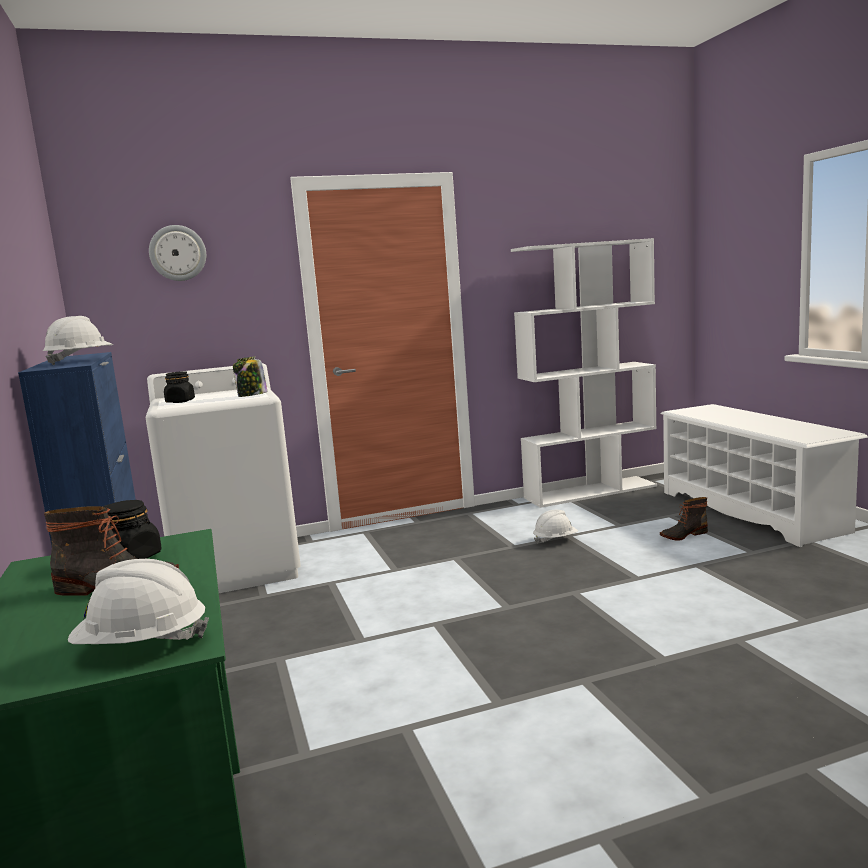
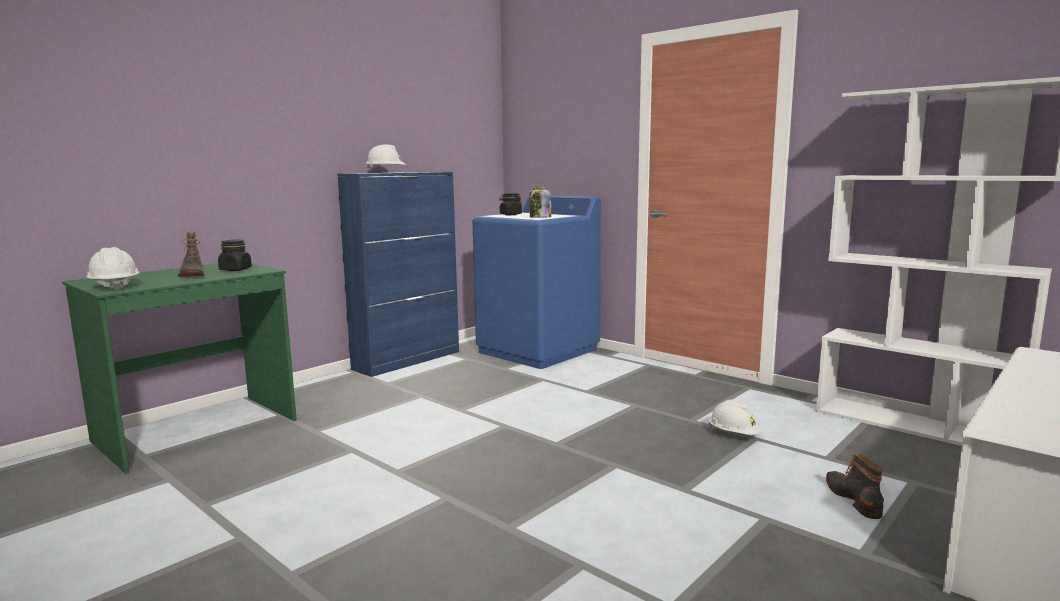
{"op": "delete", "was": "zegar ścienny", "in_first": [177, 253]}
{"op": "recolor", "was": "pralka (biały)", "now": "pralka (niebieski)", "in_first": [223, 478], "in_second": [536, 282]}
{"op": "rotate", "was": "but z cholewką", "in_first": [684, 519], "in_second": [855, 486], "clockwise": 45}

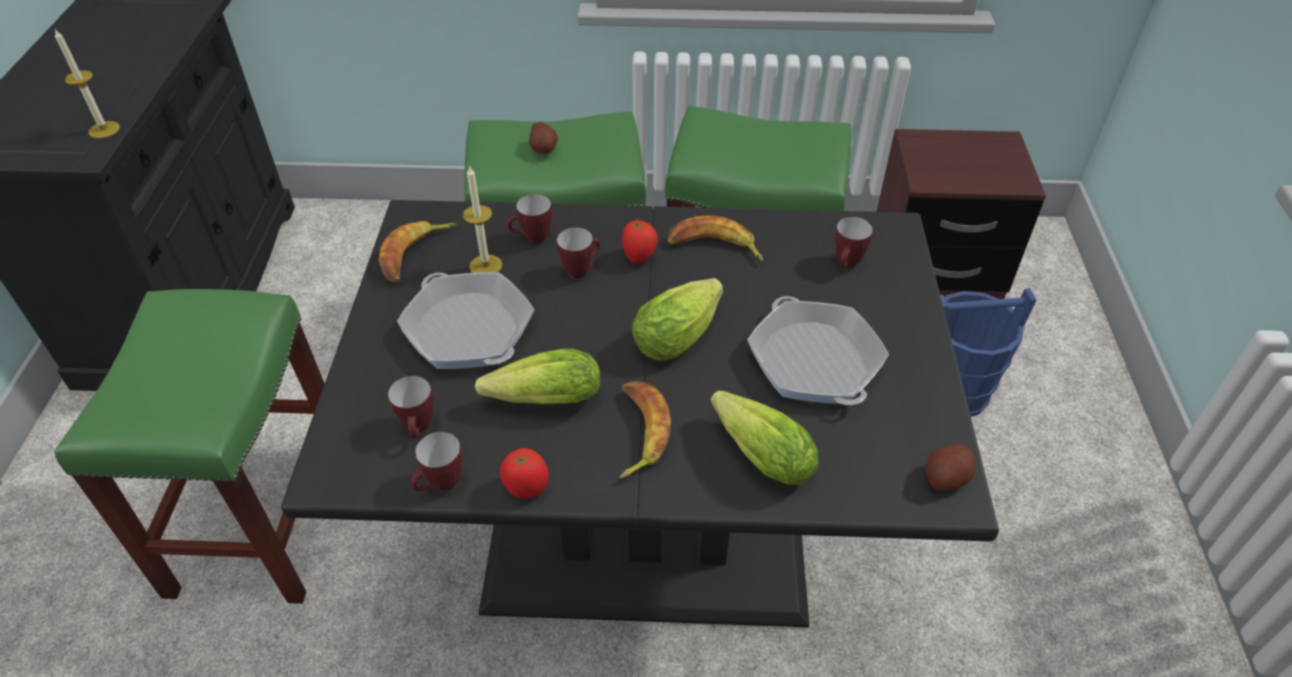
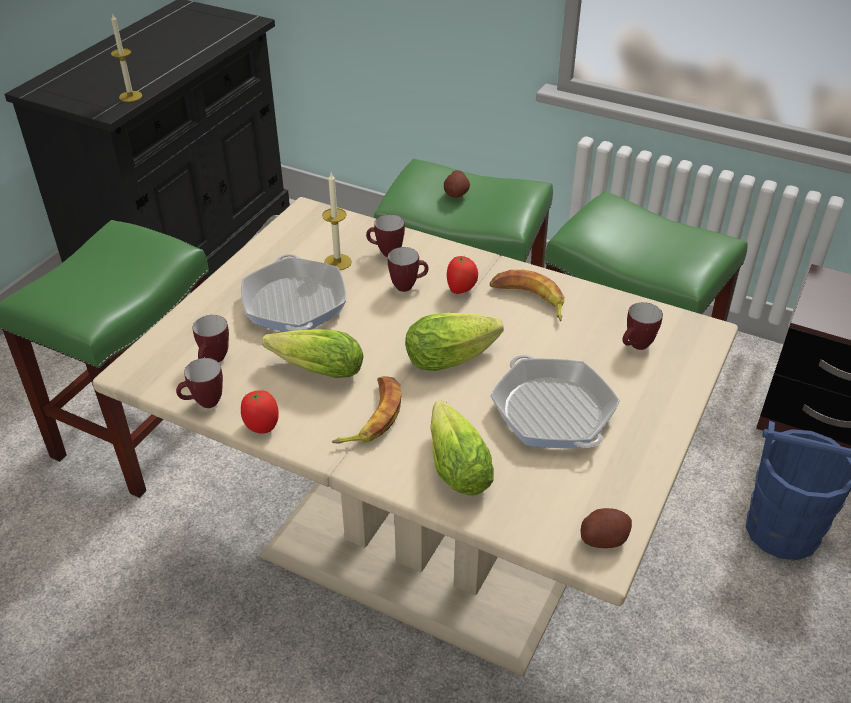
{"op": "recolor", "was": "stół jadalny (czarny)", "now": "stół jadalny (beżowy)", "in_first": [640, 413], "in_second": [415, 436]}
{"op": "delete", "was": "banan", "in_first": [417, 252]}
{"op": "rotate", "was": "patelnia", "in_first": [818, 350], "in_second": [555, 401], "clockwise": 150}

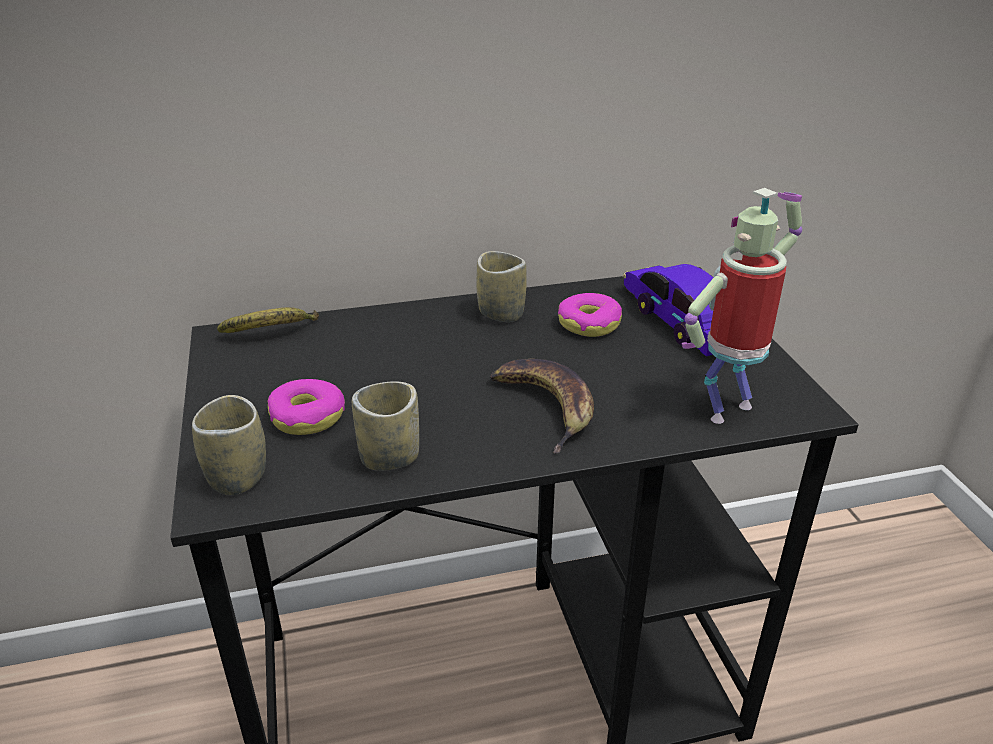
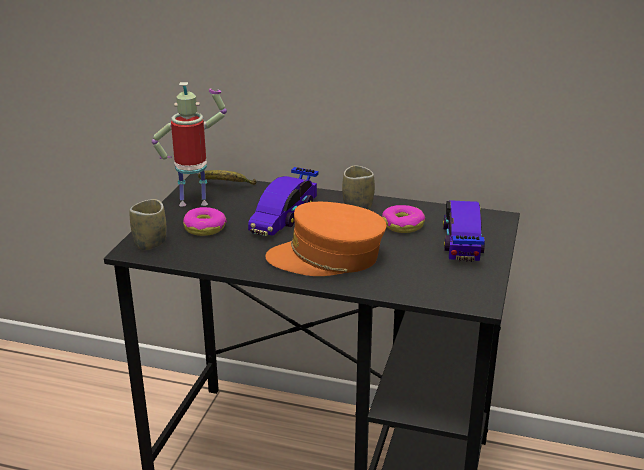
{"op": "move", "was": "robot zabawkowy", "in_first": [742, 306], "in_second": [189, 144]}
{"op": "replace", "was": "banan", "now": "czapka z daszkiem (pomarańczowy)", "in_first": [542, 406], "in_second": [326, 239]}
{"op": "delete", "was": "filiżanka", "in_first": [385, 426]}
{"op": "insert", "now": "samochodzik", "in_second": [283, 201]}

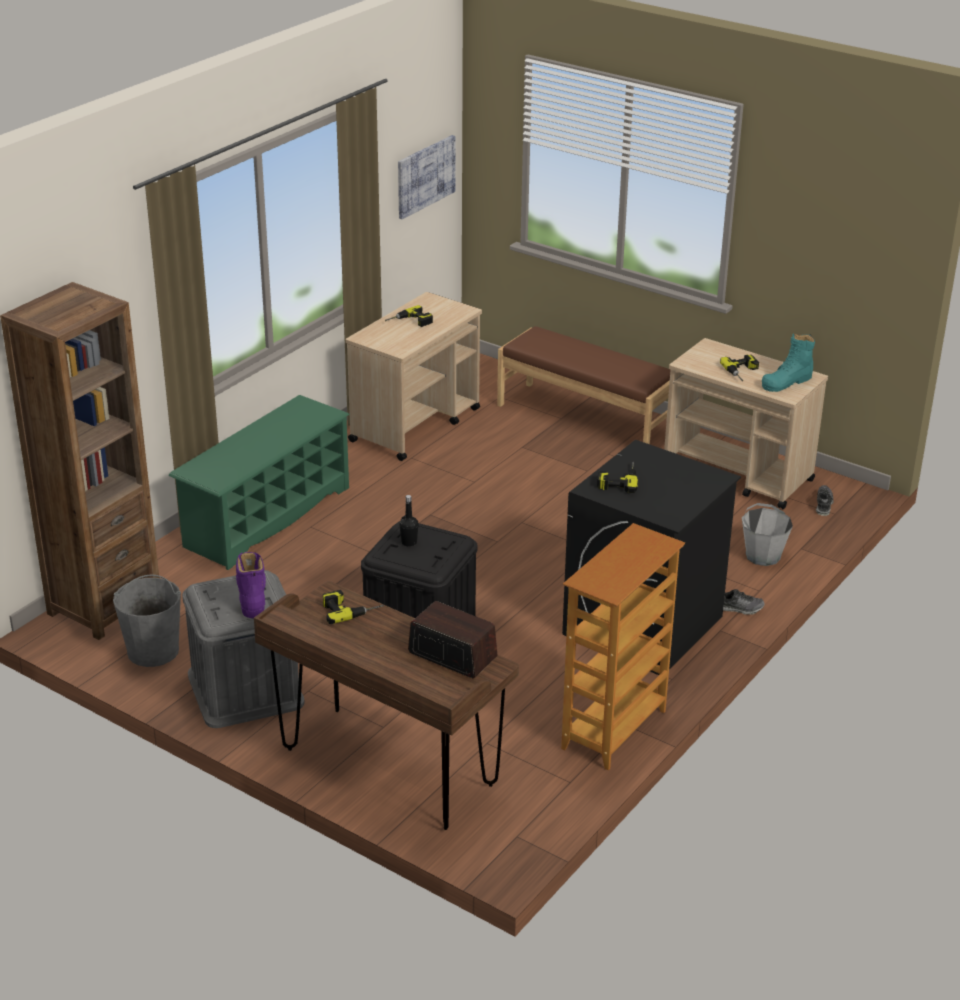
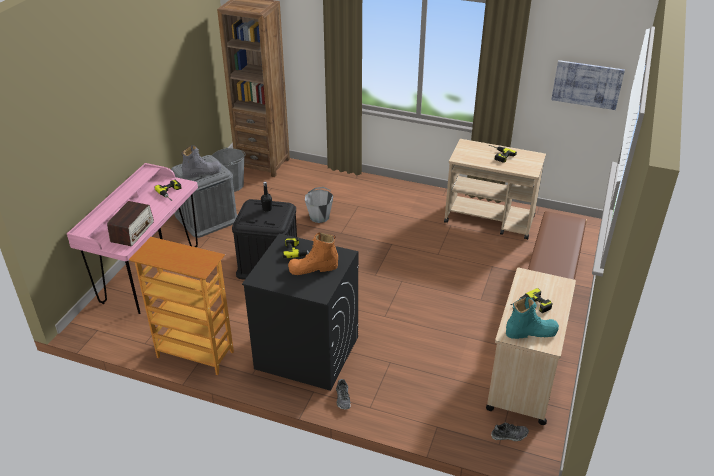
{"op": "rotate", "was": "but z cholewką (turkusowy)", "in_first": [788, 362], "in_second": [532, 318], "clockwise": 135}
{"op": "delete", "was": "regał na buty (zielony)", "in_first": [259, 482]}
{"op": "move", "was": "wiadro (szary)", "in_first": [767, 534], "in_second": [319, 205]}
{"op": "recolor", "was": "but z cholewką (fioletowy)", "now": "but z cholewką (szary)", "in_first": [251, 585], "in_second": [201, 162]}
{"op": "recolor", "was": "biurko (brązowy)", "now": "biurko (różowy)", "in_first": [386, 705], "in_second": [132, 238]}
{"op": "insert", "now": "but z cholewką (pomarańczowy)", "in_second": [313, 253]}

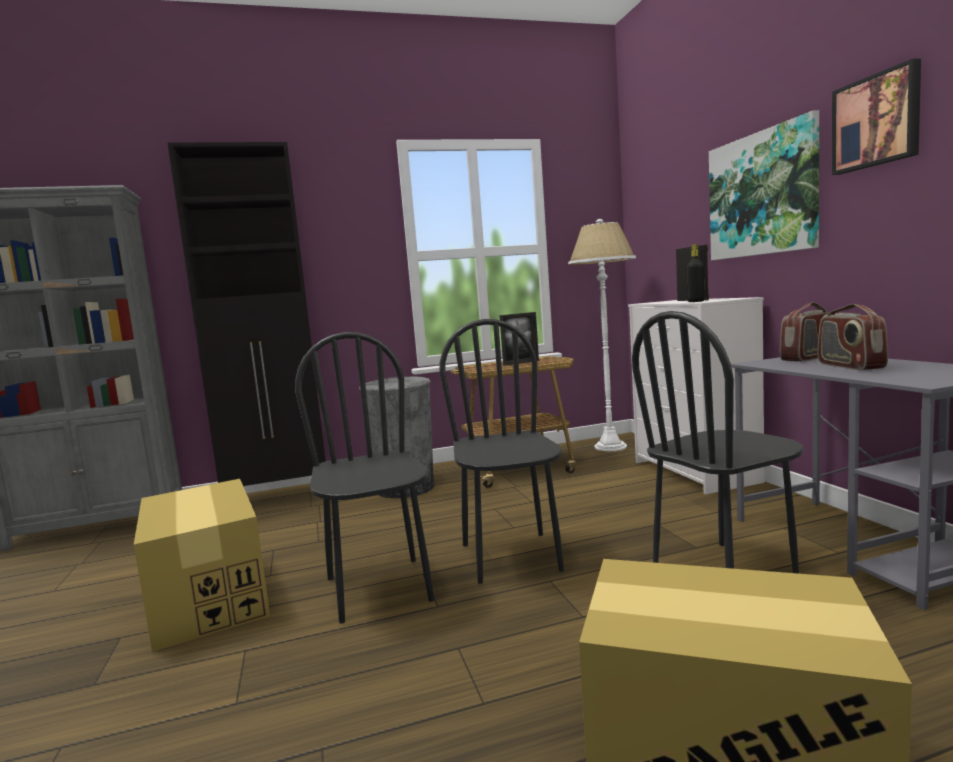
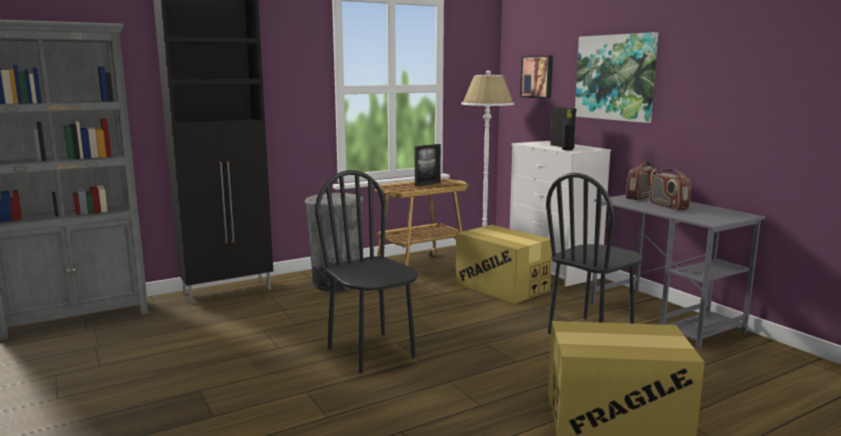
{"op": "move", "was": "obraz", "in_first": [876, 116], "in_second": [536, 77]}
{"op": "delete", "was": "krzesło (czarny)", "in_first": [501, 451]}
{"op": "move", "was": "karton", "in_first": [202, 565], "in_second": [503, 264]}

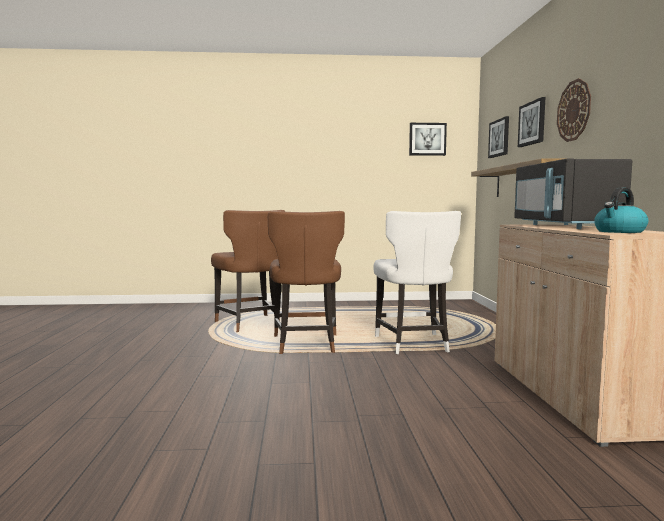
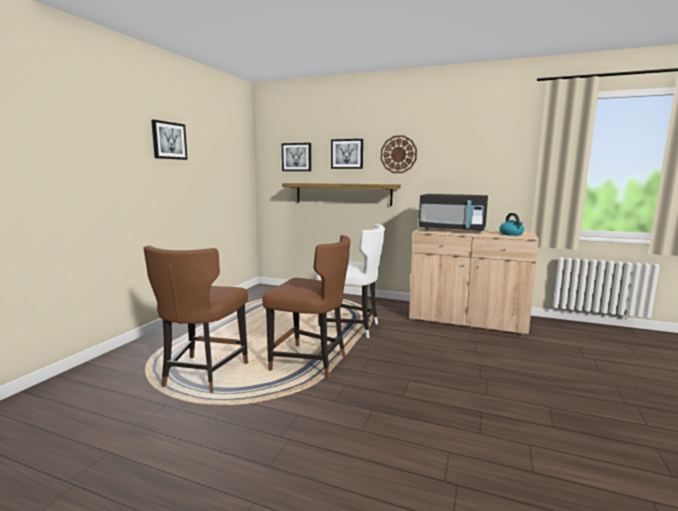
{"op": "move", "was": "obraz", "in_first": [428, 139], "in_second": [169, 140]}
{"op": "rotate", "was": "krzesło (brązowy)", "in_first": [248, 271], "in_second": [196, 319], "clockwise": 105}

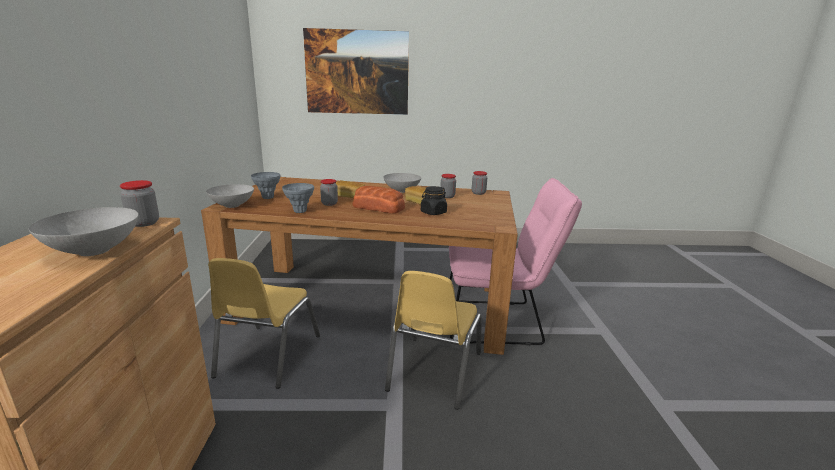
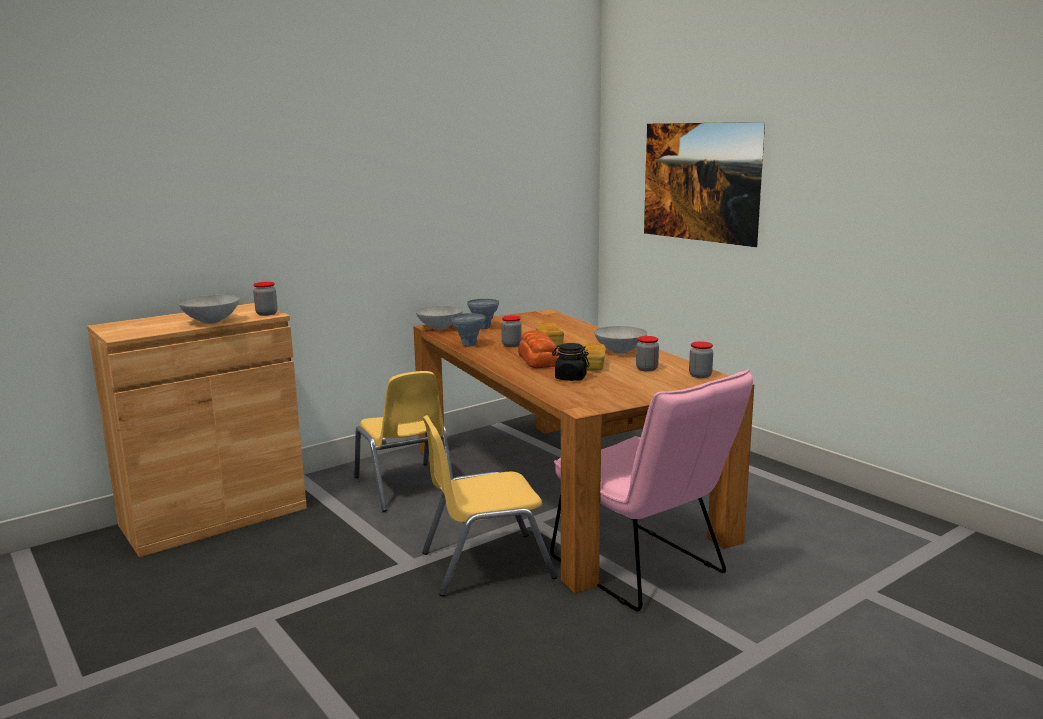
{"op": "rotate", "was": "krzesło (żółty)", "in_first": [264, 323], "in_second": [403, 441], "clockwise": -90}

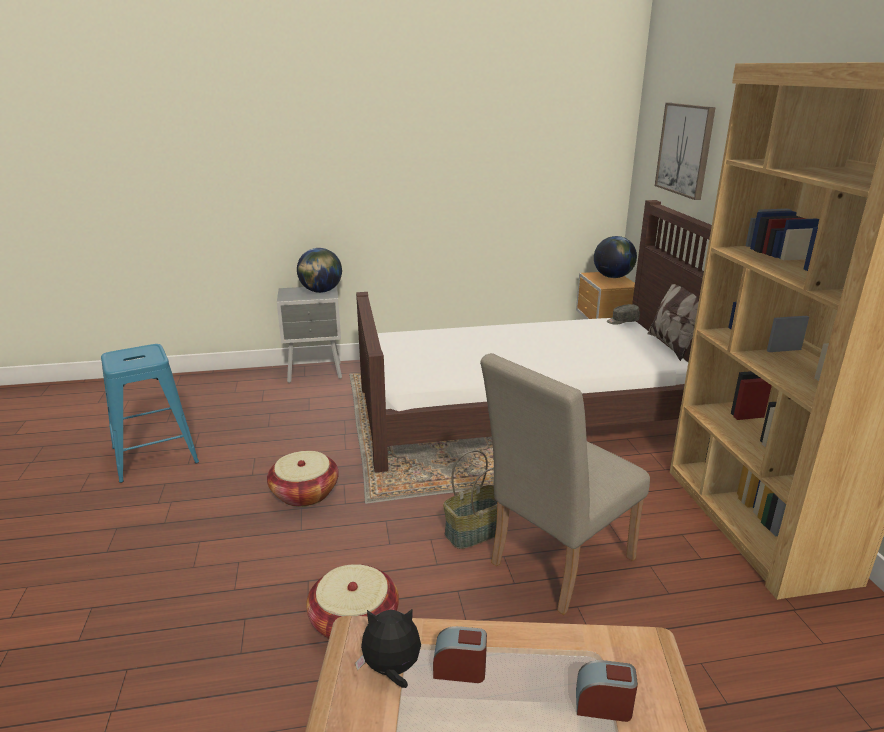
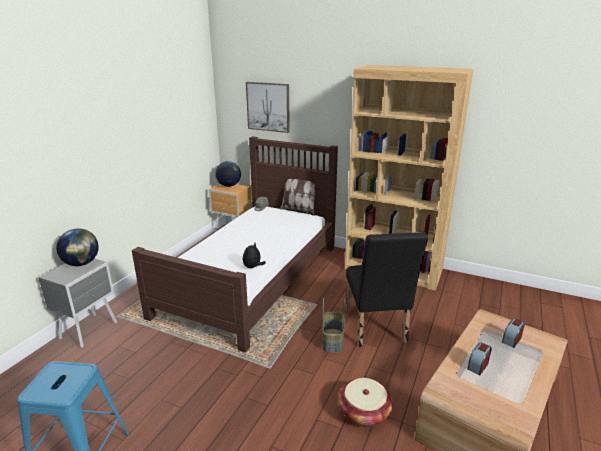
{"op": "recolor", "was": "krzesło (beżowy)", "now": "krzesło (czarny)", "in_first": [565, 484], "in_second": [387, 289]}
{"op": "delete", "was": "koszyk", "in_first": [303, 479]}
{"op": "move", "was": "pluszak", "in_first": [388, 648], "in_second": [254, 255]}

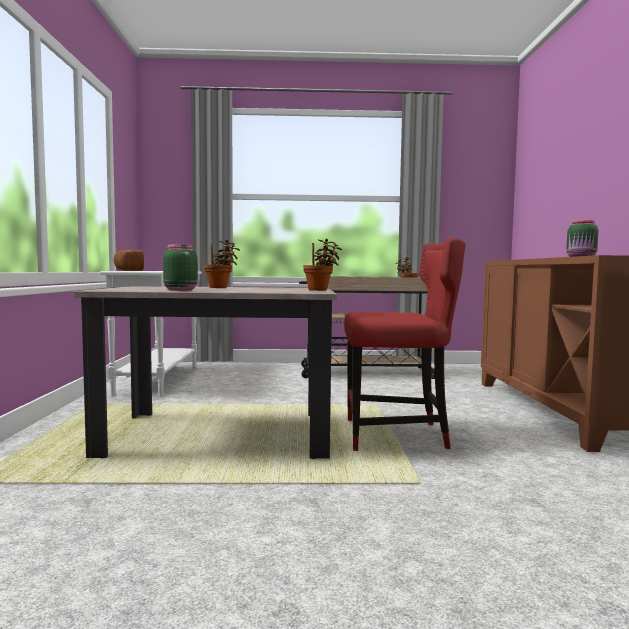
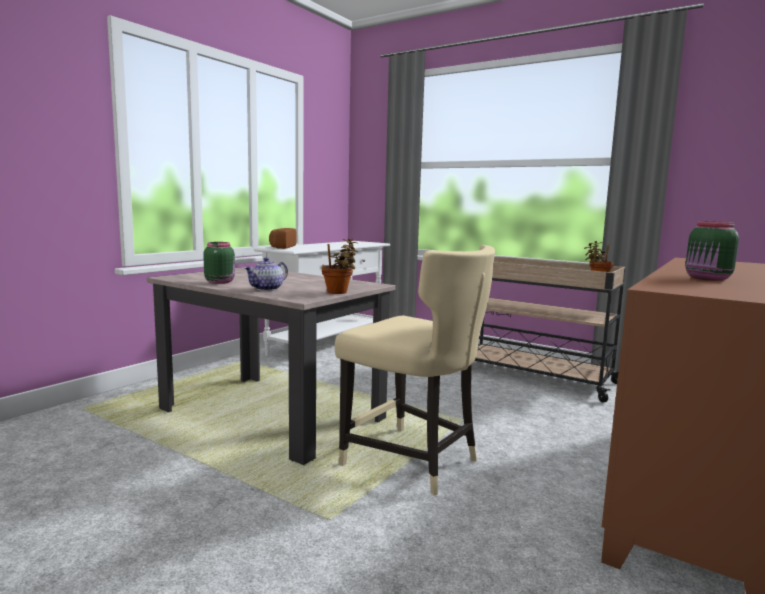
{"op": "recolor", "was": "krzesło (czerwony)", "now": "krzesło (beżowy)", "in_first": [405, 344], "in_second": [415, 370]}
{"op": "delete", "was": "roślina doniczkowa", "in_first": [222, 264]}
{"op": "insert", "now": "imbryk", "in_second": [266, 274]}

